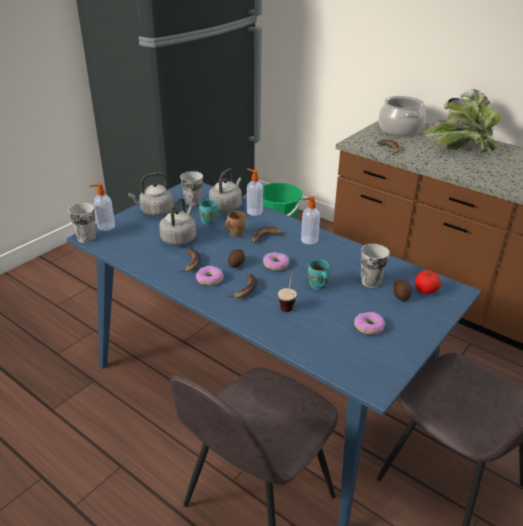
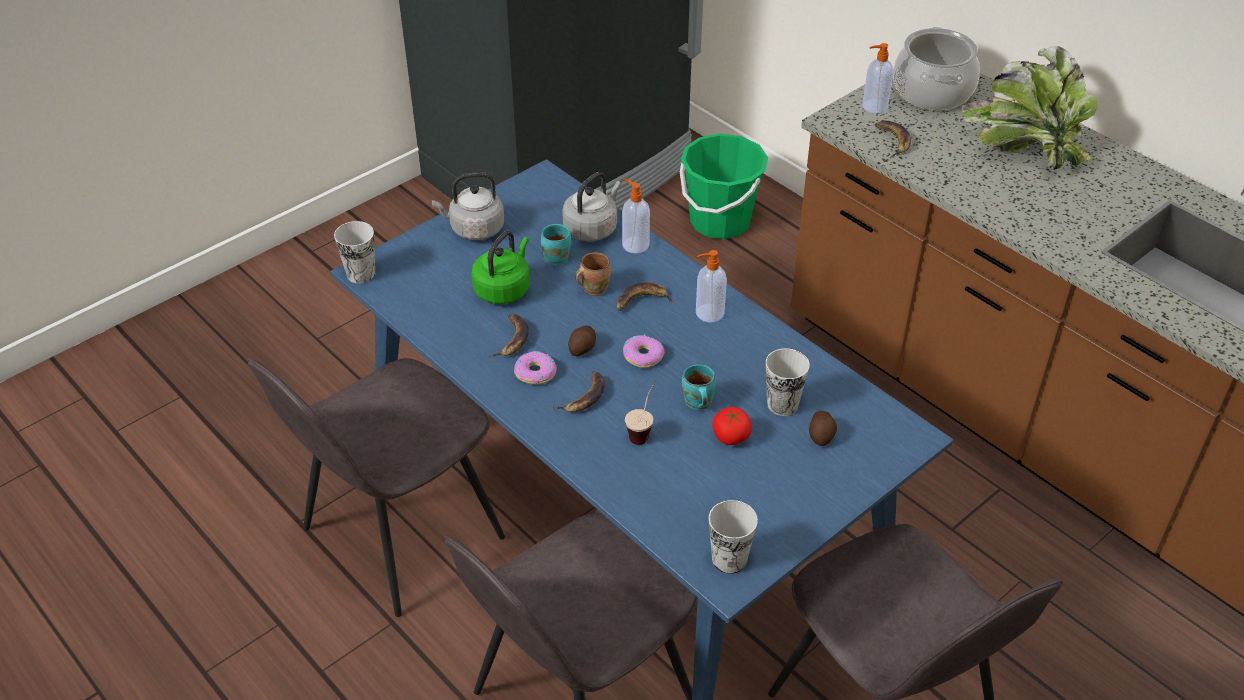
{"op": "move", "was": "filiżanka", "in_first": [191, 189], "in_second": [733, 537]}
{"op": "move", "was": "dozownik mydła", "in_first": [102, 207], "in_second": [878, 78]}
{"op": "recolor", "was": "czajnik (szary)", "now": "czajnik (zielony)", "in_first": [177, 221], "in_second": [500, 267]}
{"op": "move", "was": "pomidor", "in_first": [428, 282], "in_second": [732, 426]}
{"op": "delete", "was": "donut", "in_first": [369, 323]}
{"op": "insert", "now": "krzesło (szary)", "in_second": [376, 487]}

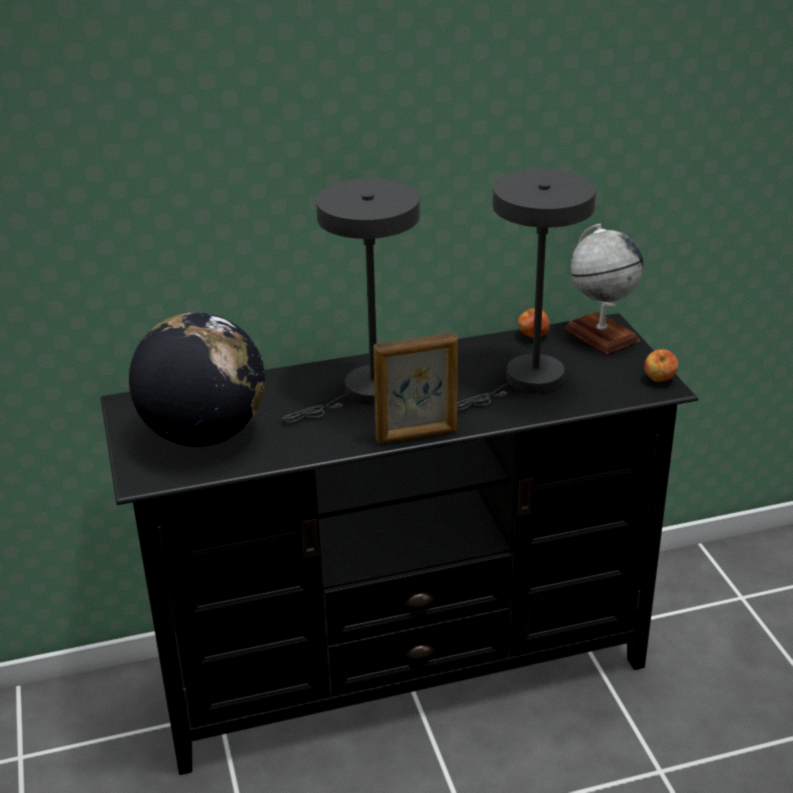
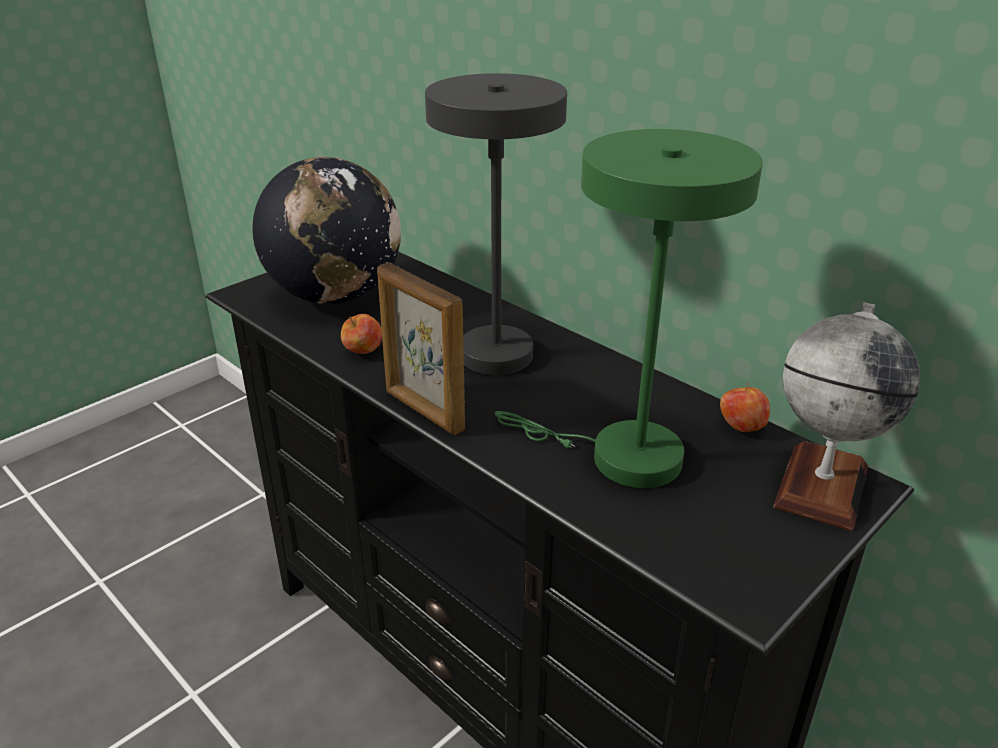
{"op": "recolor", "was": "lampa stołowa (szary)", "now": "lampa stołowa (zielony)", "in_first": [526, 289], "in_second": [629, 308]}
{"op": "move", "was": "jabłko", "in_first": [661, 365], "in_second": [361, 334]}

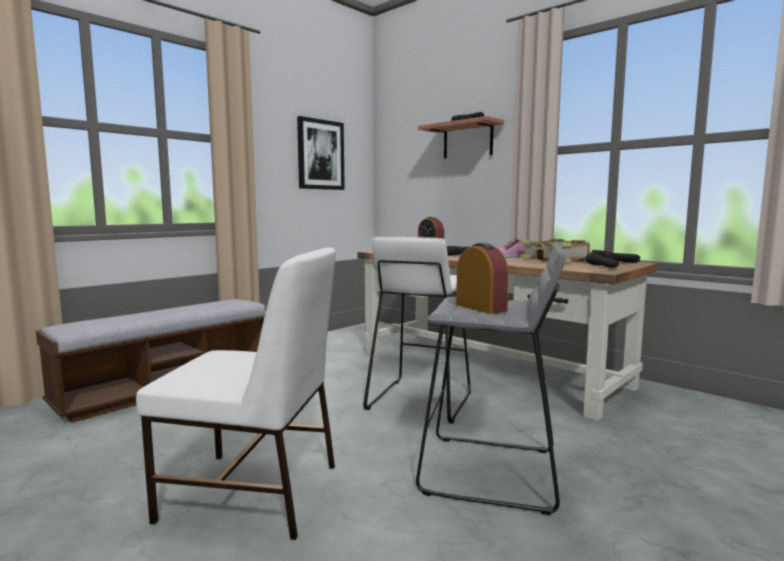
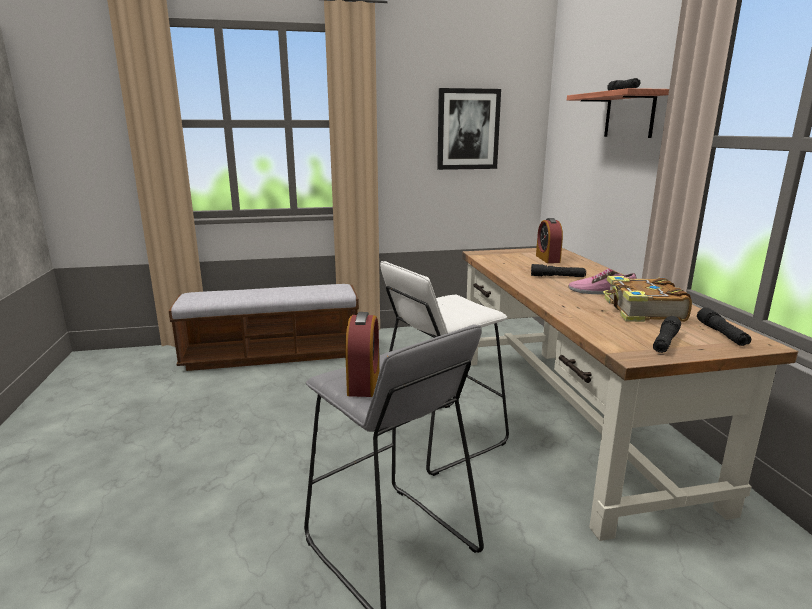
{"op": "delete", "was": "krzesło (biały)", "in_first": [236, 393]}

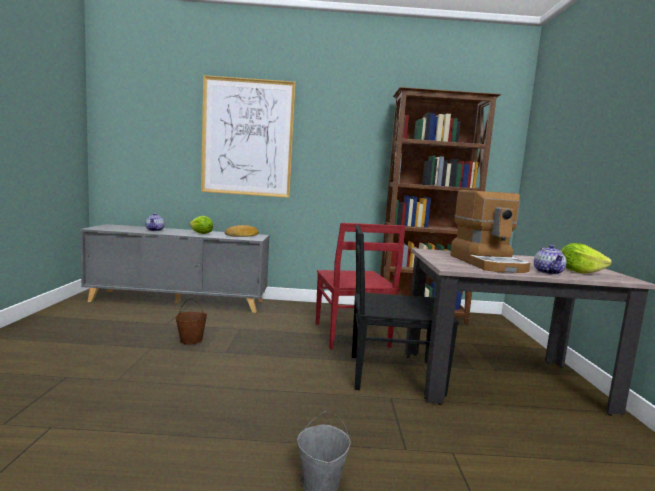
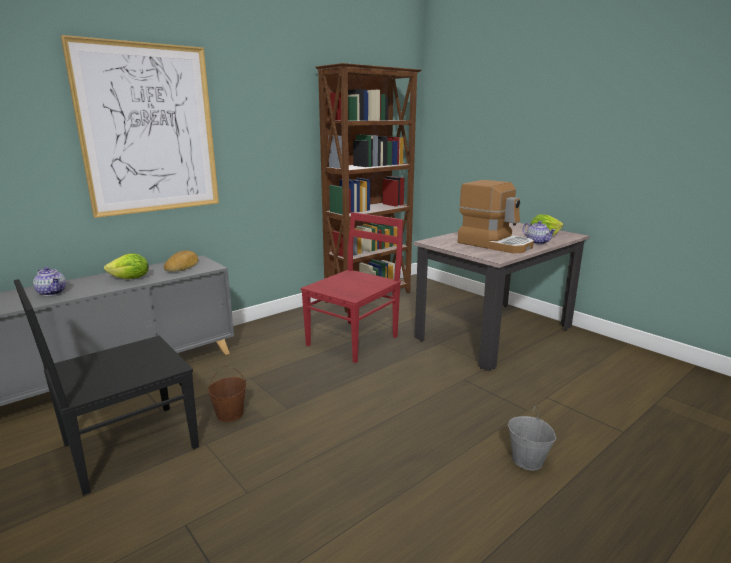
{"op": "rotate", "was": "krzesło (czerwony)", "in_first": [360, 286], "in_second": [352, 287], "clockwise": -90}
{"op": "move", "was": "krzesło (czarny)", "in_first": [405, 311], "in_second": [106, 387]}

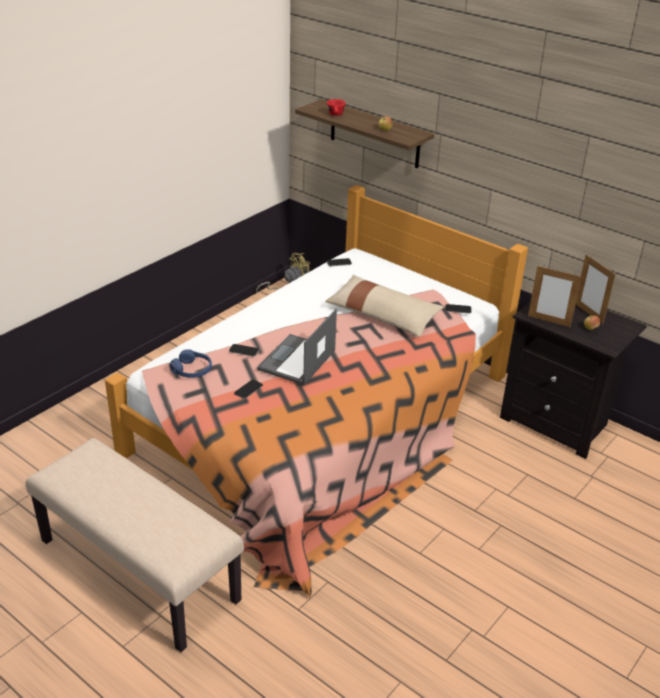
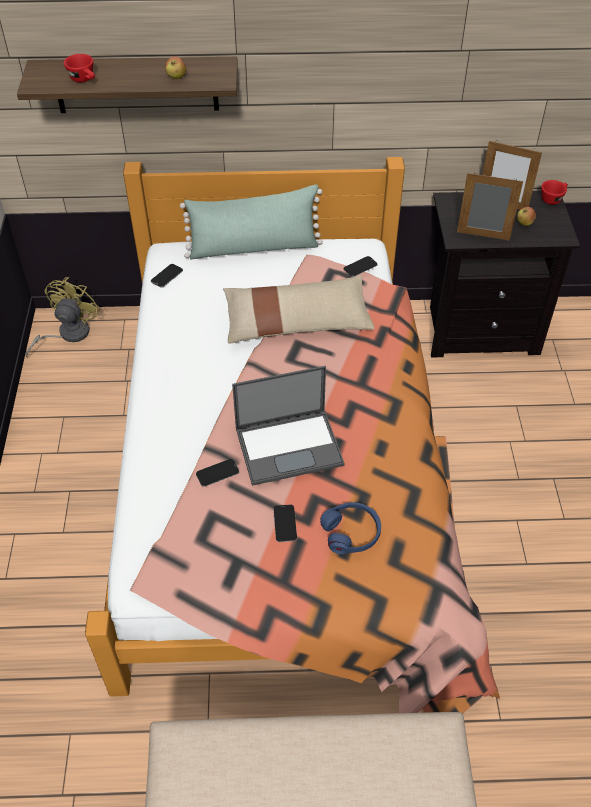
{"op": "rotate", "was": "ramka na zdjęcie", "in_first": [555, 296], "in_second": [490, 206], "clockwise": -150}
{"op": "rotate", "was": "laptop", "in_first": [297, 347], "in_second": [288, 426], "clockwise": -90}
{"op": "move", "was": "słuchawki (niebieski)", "in_first": [190, 363], "in_second": [350, 528]}
{"op": "insert", "now": "filiżanka (czerwony)", "in_second": [554, 192]}
{"op": "insert", "now": "poduszka (zielony)", "in_second": [251, 222]}

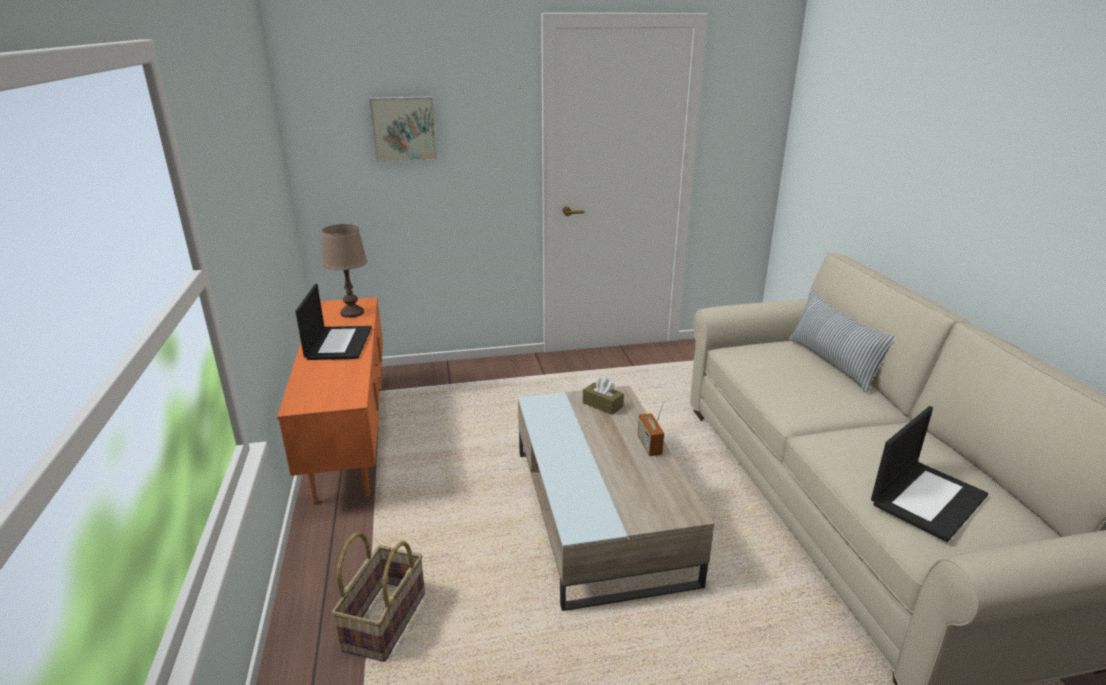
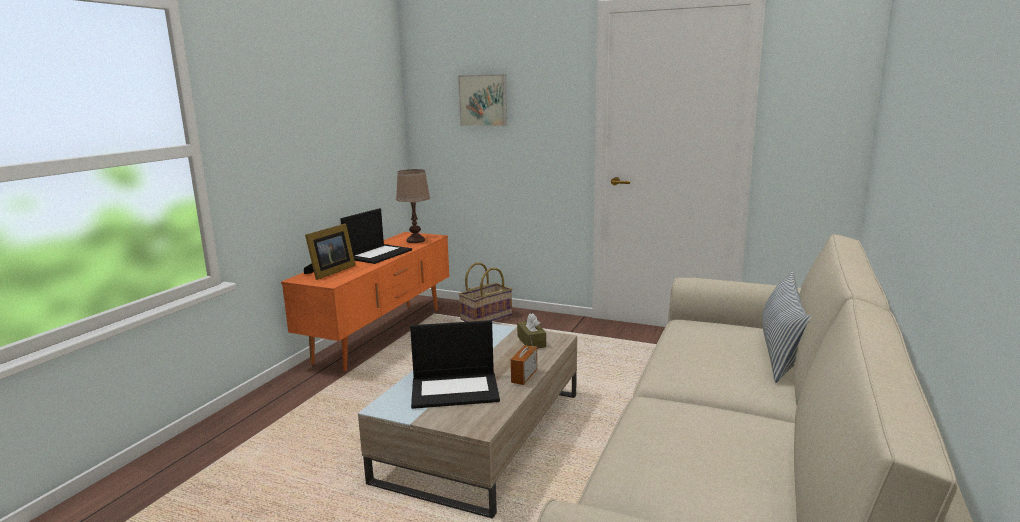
{"op": "move", "was": "laptop", "in_first": [930, 474], "in_second": [455, 364]}
{"op": "move", "was": "koszyk", "in_first": [378, 597], "in_second": [485, 292]}
{"op": "insert", "now": "ramka na zdjęcie", "in_second": [330, 251]}

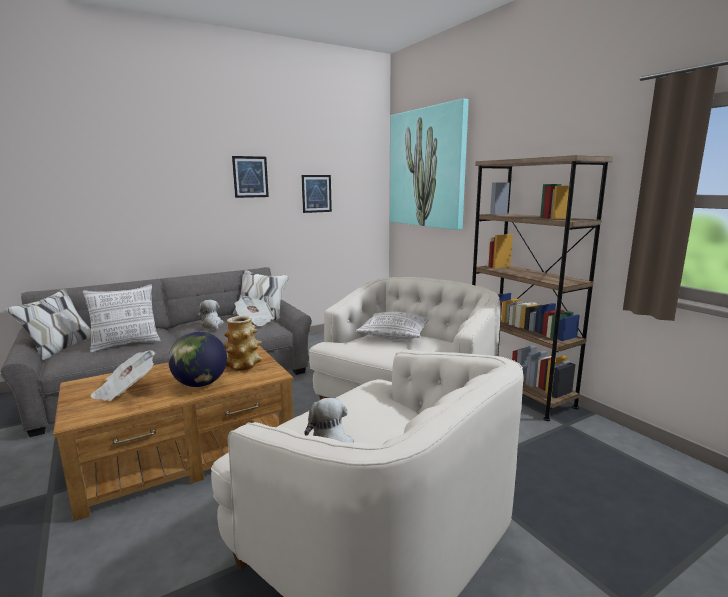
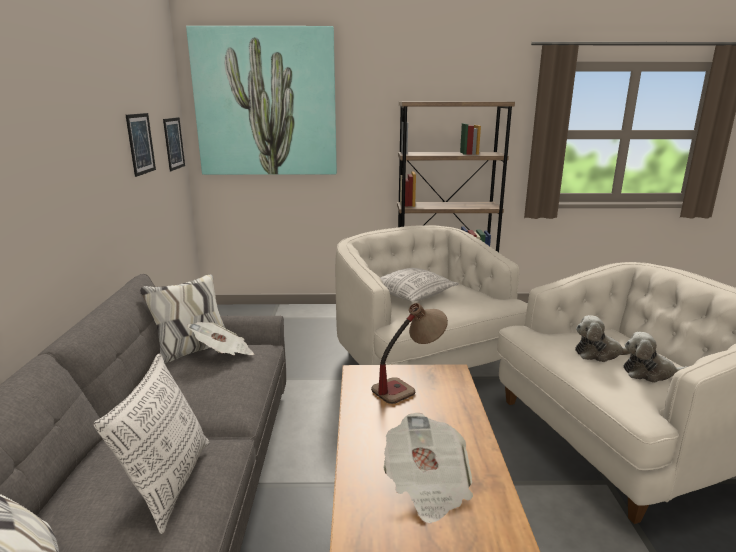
{"op": "move", "was": "obraz", "in_first": [250, 177], "in_second": [174, 144]}
{"op": "move", "was": "pluszak", "in_first": [210, 315], "in_second": [603, 338]}
{"op": "replace", "was": "wazon", "now": "lampa stołowa", "in_first": [242, 343], "in_second": [409, 353]}
{"op": "delete", "was": "globus", "in_first": [197, 359]}

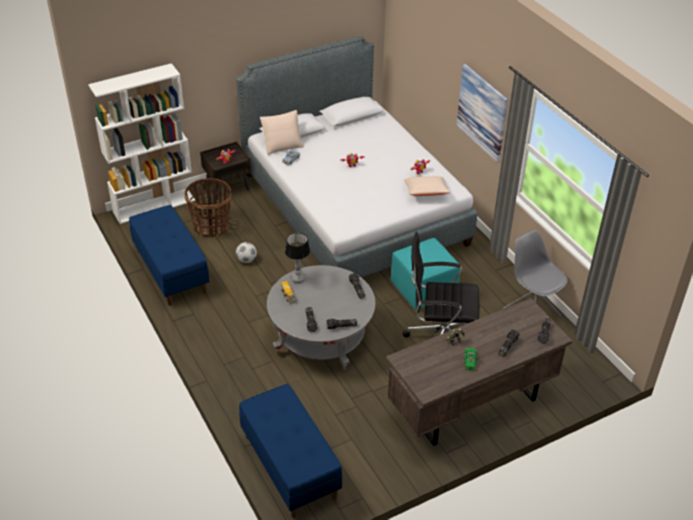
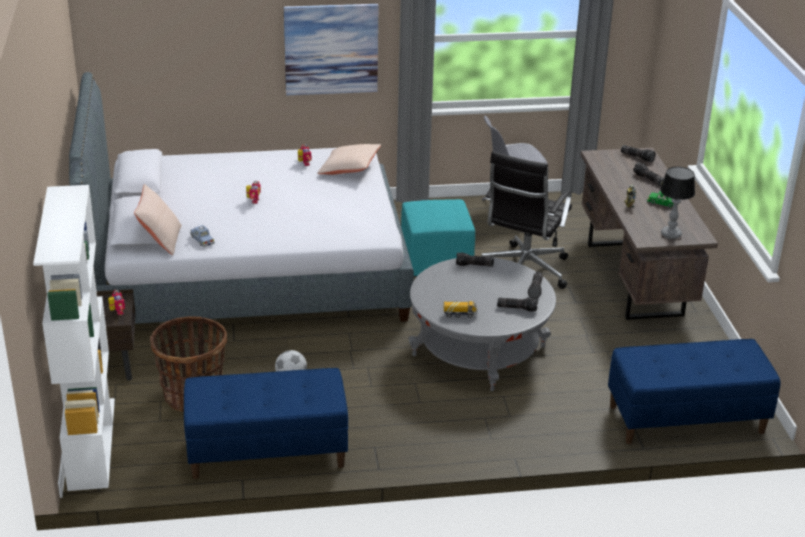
{"op": "move", "was": "lampa stołowa", "in_first": [297, 258], "in_second": [677, 203]}

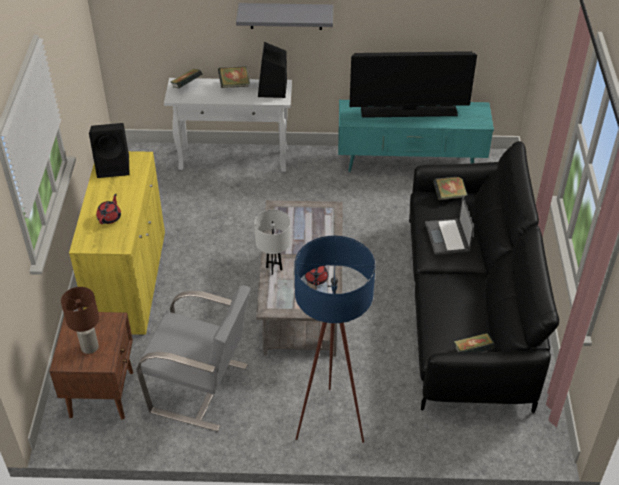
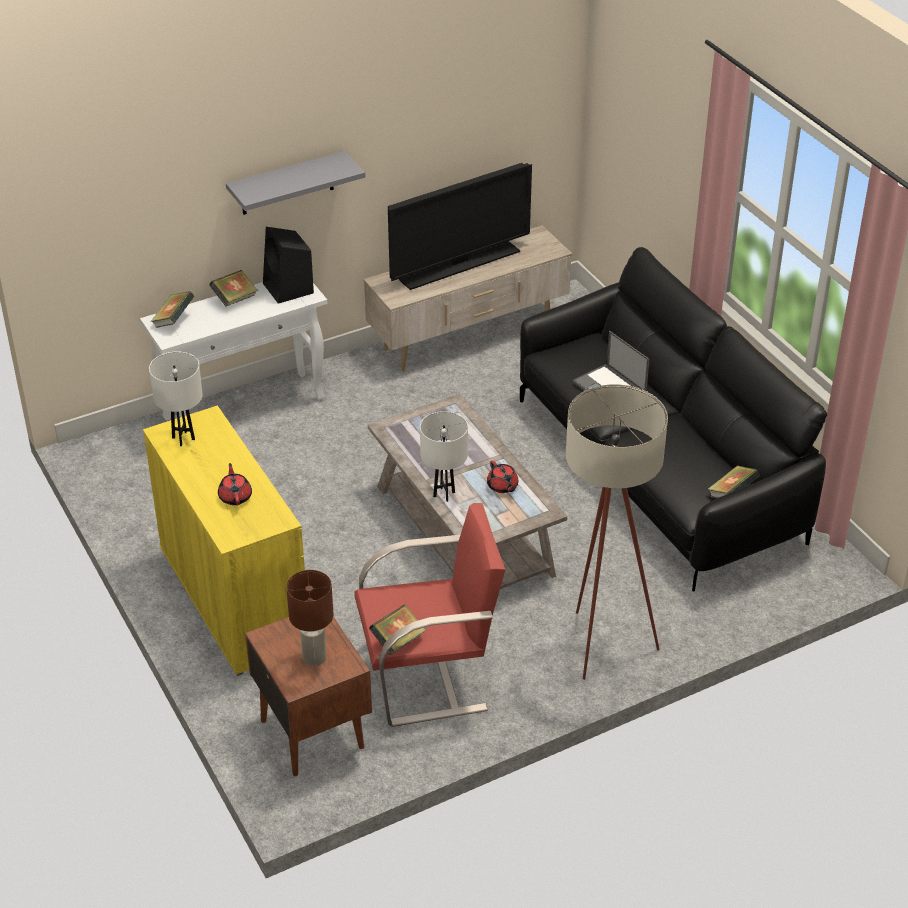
{"op": "recolor", "was": "szafka pod telewizor (turkusowy)", "now": "szafka pod telewizor (beżowy)", "in_first": [416, 136], "in_second": [467, 298]}
{"op": "replace", "was": "głośnik (czarny)", "now": "lampa stołowa (biały)", "in_first": [109, 150], "in_second": [176, 399]}
{"op": "move", "was": "książka", "in_first": [450, 188], "in_second": [397, 629]}
{"op": "recolor", "was": "lampa stojąca (niebieski)", "now": "lampa stojąca (beżowy)", "in_first": [335, 339], "in_second": [617, 532]}
{"op": "recolor", "was": "fotel (szary)", "now": "fotel (czerwony)", "in_first": [193, 358], "in_second": [429, 615]}

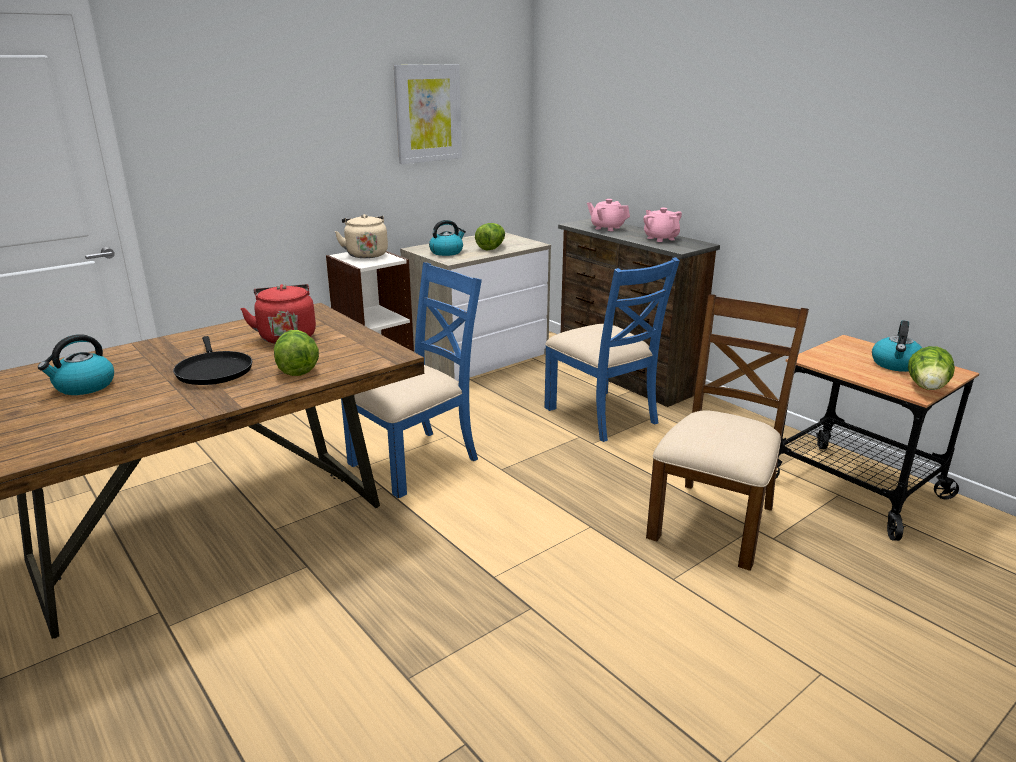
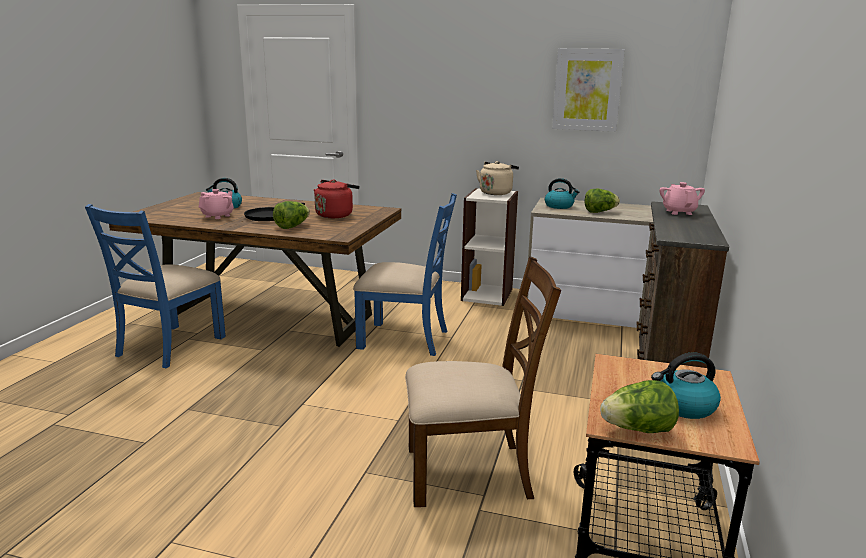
{"op": "move", "was": "imbryk (różowy)", "in_first": [662, 225], "in_second": [216, 204]}
{"op": "move", "was": "krzesło (niebieski)", "in_first": [612, 349], "in_second": [155, 286]}

